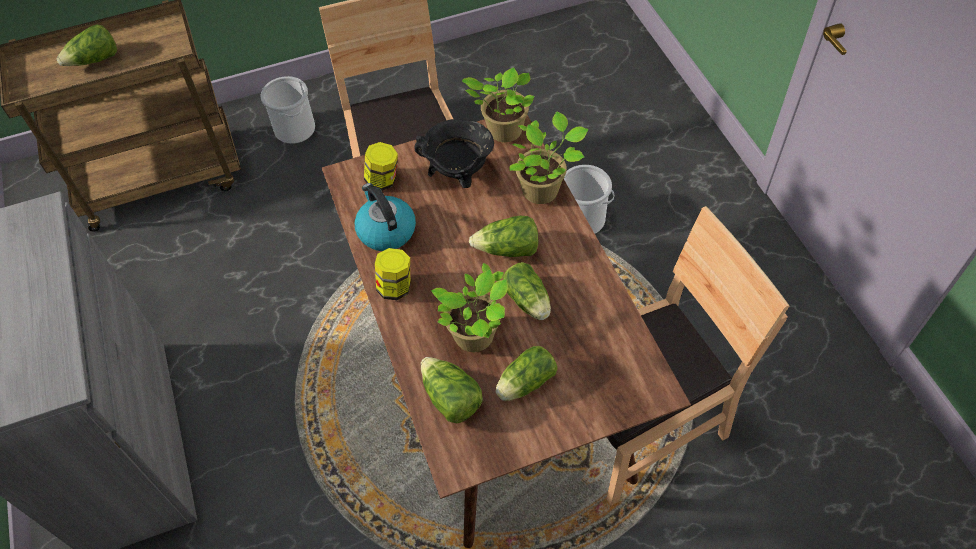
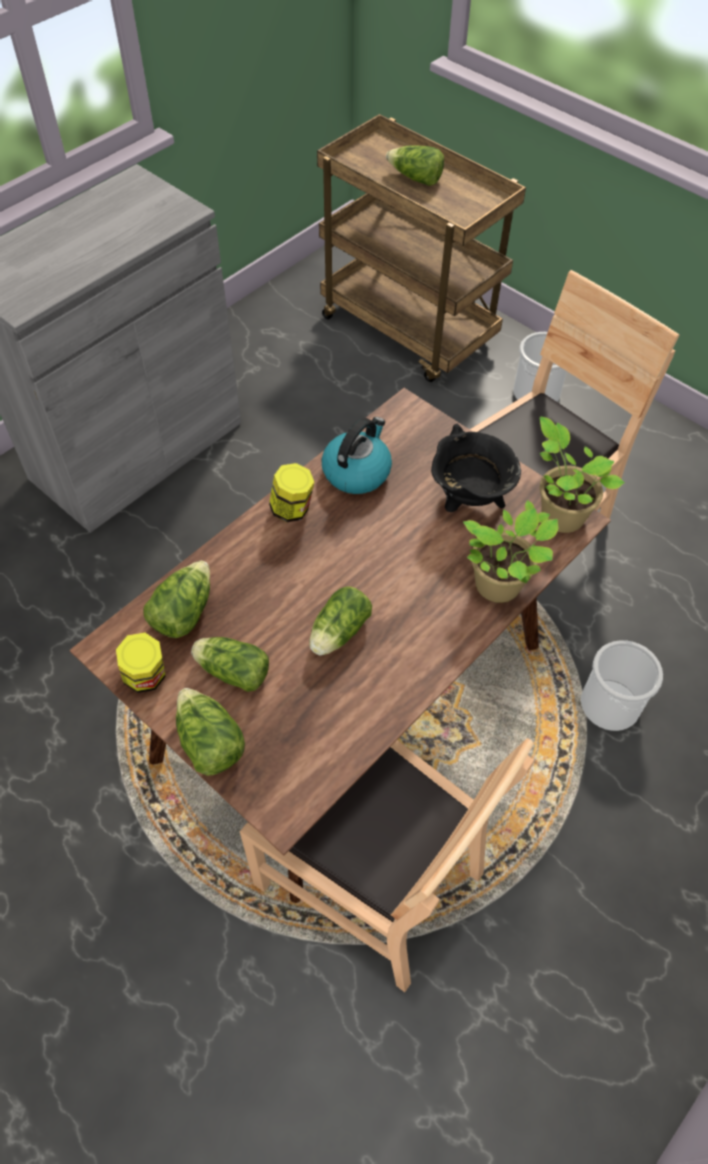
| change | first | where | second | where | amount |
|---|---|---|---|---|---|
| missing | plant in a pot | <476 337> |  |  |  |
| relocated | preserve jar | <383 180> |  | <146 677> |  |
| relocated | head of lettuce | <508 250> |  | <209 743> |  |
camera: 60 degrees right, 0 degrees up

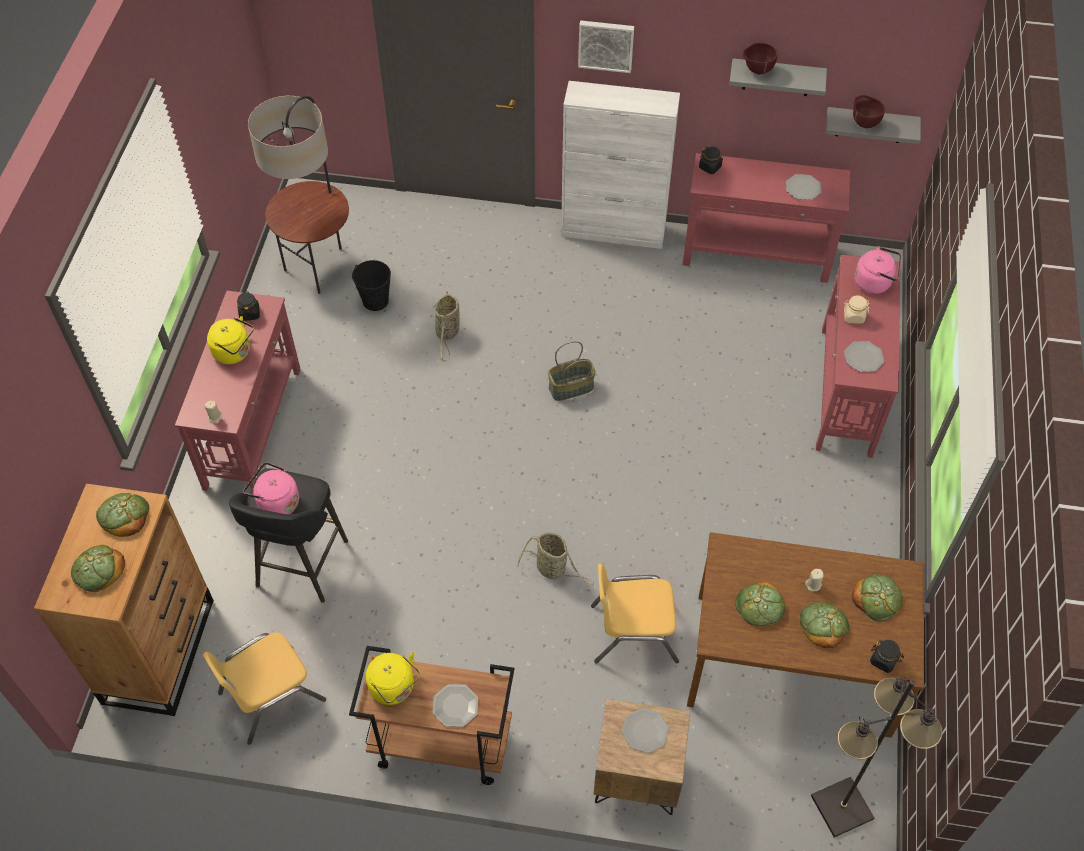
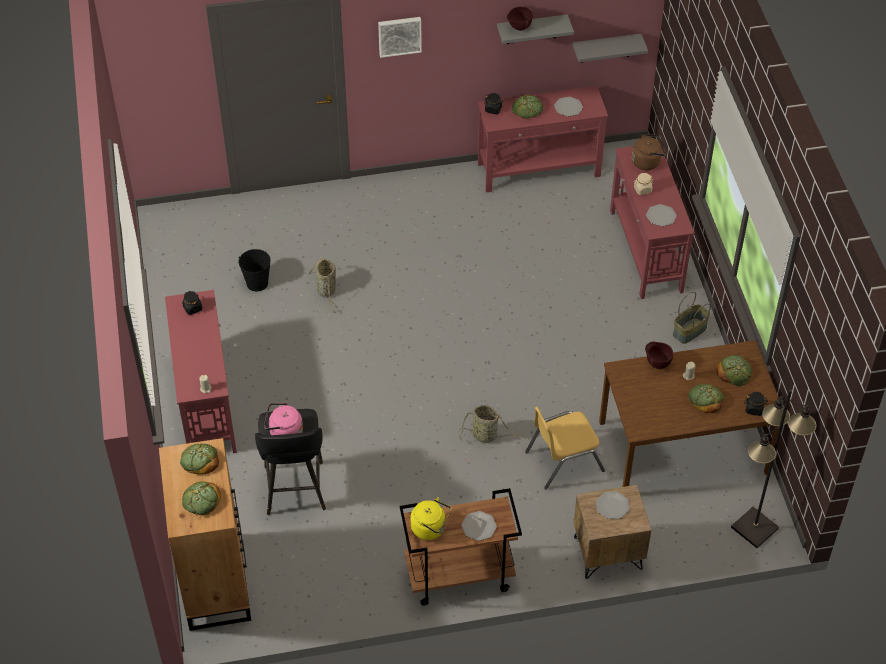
| change | first | where | second | where | amount |
|---|---|---|---|---|---|
| missing | yellow-coloured upright chair | <270 695> |  |  |  |
| missing | yellow-coloured water kettle | <234 352> |  |  |  |
| missing | standing lamp | <319 267> |  |  |  |
| missing | white-coloured storage cabinet | <614 231> |  |  |  |
| relocated | storage basket | <571 388> |  | <689 331> |  |
| relocated | bread | <760 606> |  | <527 109> |  |
| relocated | brown-coloured serving bowl | <864 123> |  | <657 363> |  |
| colour | pinkish water kettle | <875 282> | brown-coloured water kettle | <647 162> |  |
camera: 20 degrees left, 5 degrees down

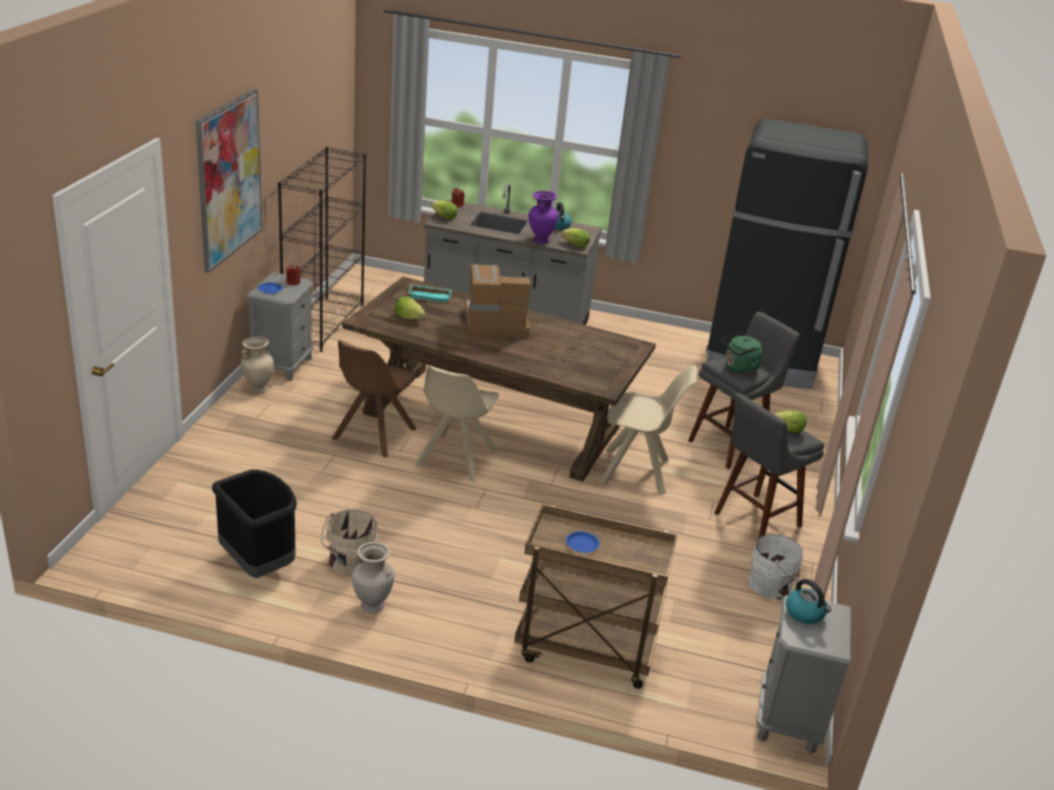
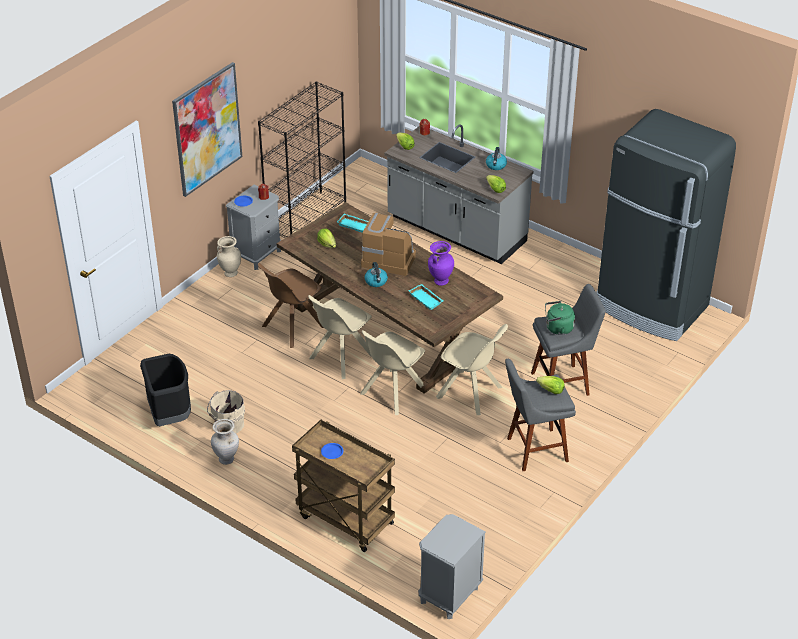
| change | first | where | second | where | amount |
|---|---|---|---|---|---|
| missing | white-coloured pail | <772 585> |  |  |  |
| appeared |  |  | beige upright chair | <392 393> |  |
| appeared |  |  | turquoise-coloured tray | <427 299> |  |
| relocated | purple-coloured vase | <540 241> |  | <440 281> |  |
| relocated | water kettle | <805 613> |  | <376 281> |  |
camera: 25 degrees right, 10 degrees up

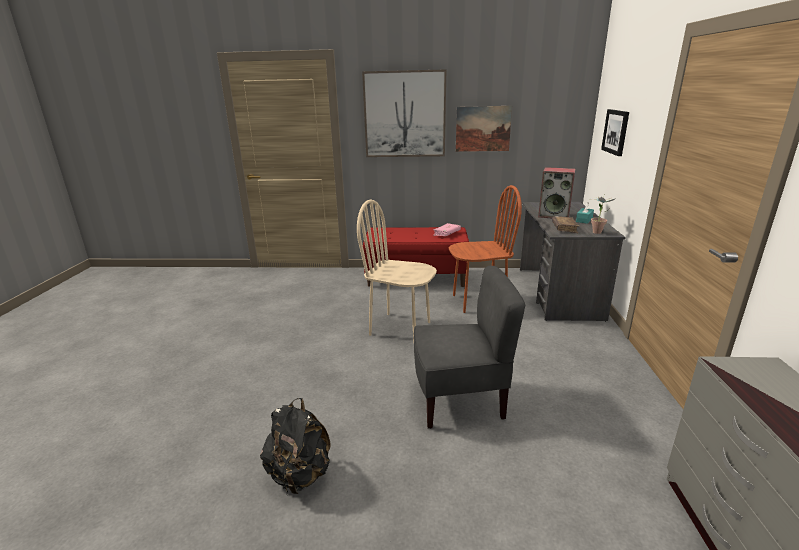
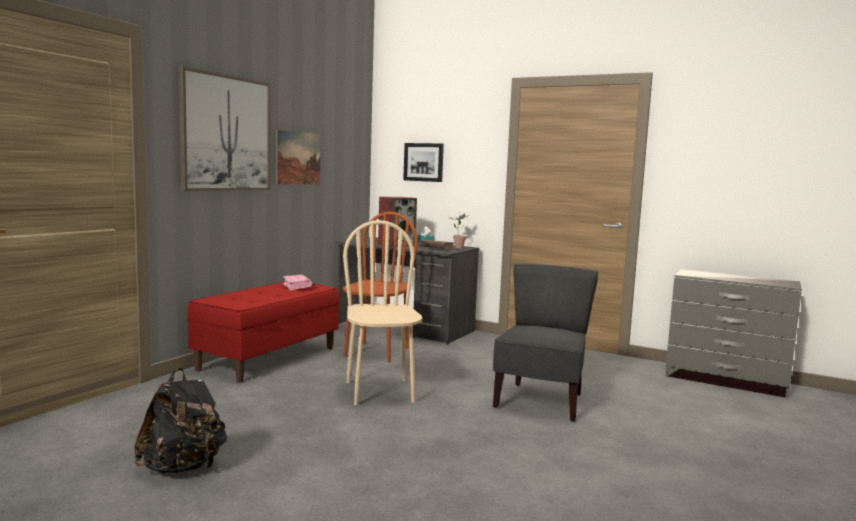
| change | first | where | second | where | amount |
|---|---|---|---|---|---|
| relocated | black-coloured rucksack | <300 475> |  | <183 468> |  |
| spun | beige upright chair | <400 328> |  | <380 392> | 120 degrees clockwise |
camera: 65 degrees left, 15 degrees down

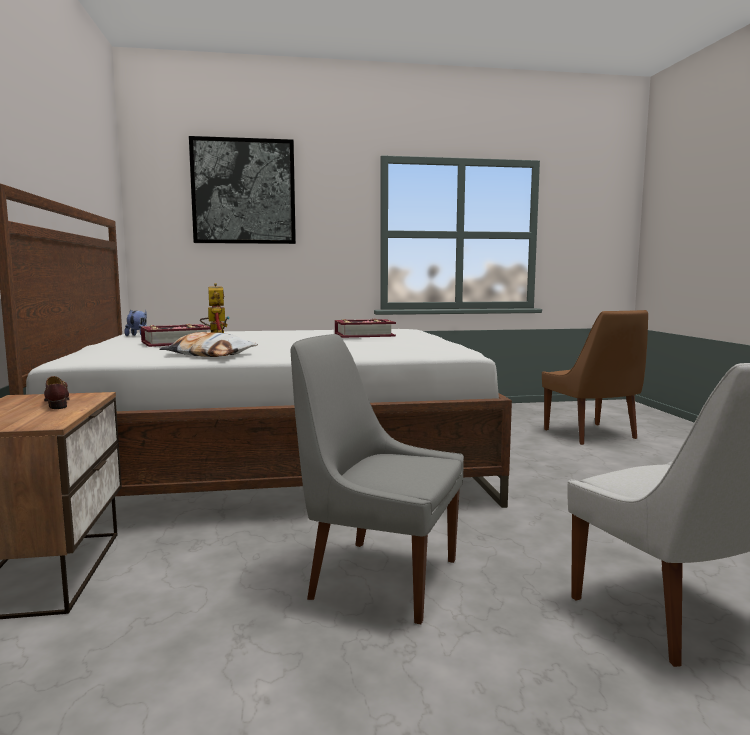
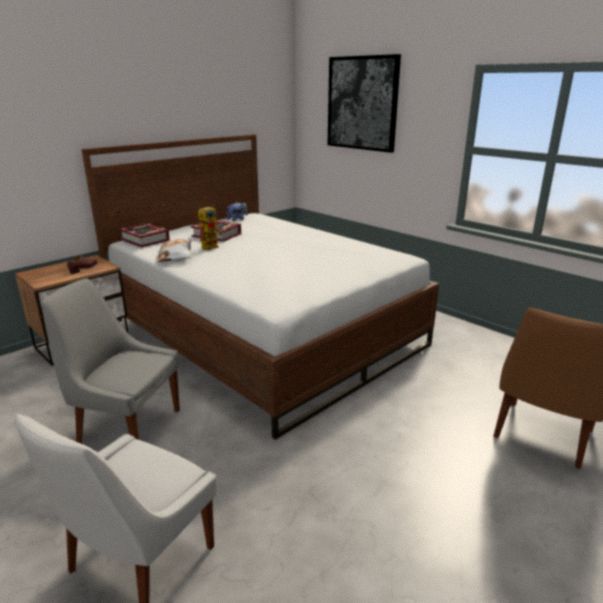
| change | first | where | second | where | amount |
|---|---|---|---|---|---|
| relocated | book | <364 335> |  | <145 240> |  |
| spun | greyish upright chair | <378 578> |  | <126 426> | 60 degrees counterclockwise |
camera: 55 degrees right, 15 degrees up

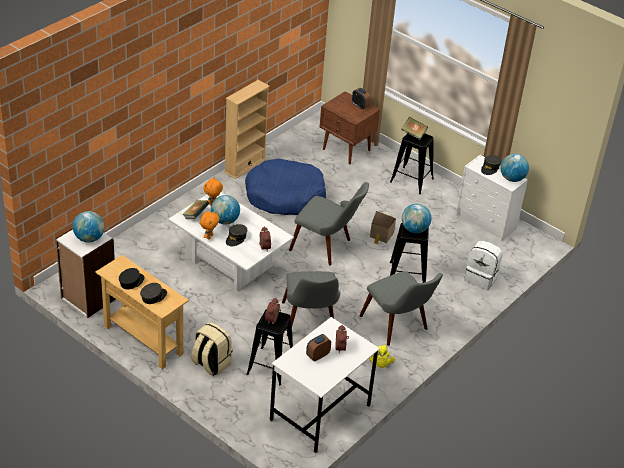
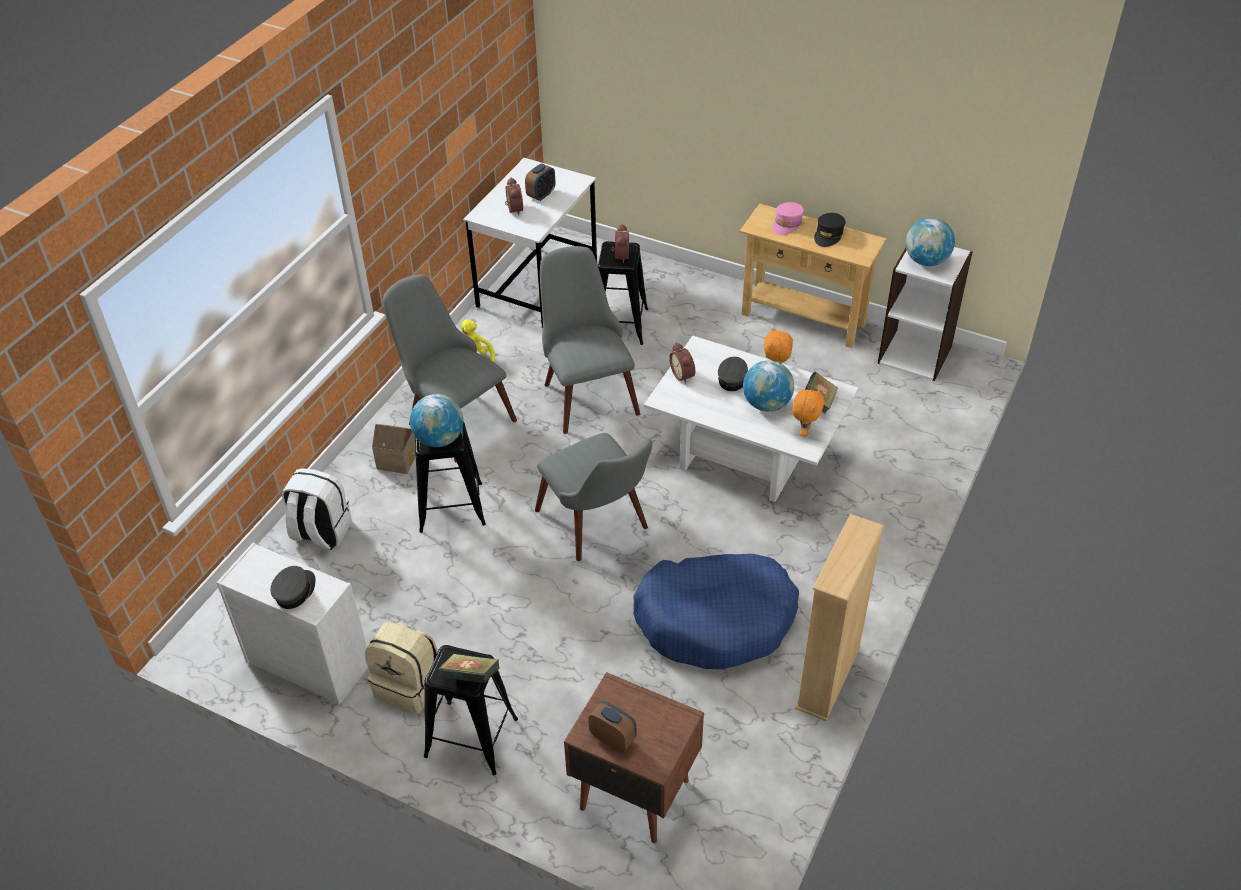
| change | first | where | second | where | amount |
|---|---|---|---|---|---|
| missing | globe | <512 178> |  |  |  |
| relocated | beige rucksack | <211 364> |  | <409 686> |  |
| relocated | model house | <381 235> |  | <397 458> |  |
| colour | greyish cap | <153 297> | pinkish cap | <787 224> |  |
| spun | greyish upright chair | <327 247> |  | <600 527> | 135 degrees counterclockwise |
camera: 170 degrees right, 5 degrees up

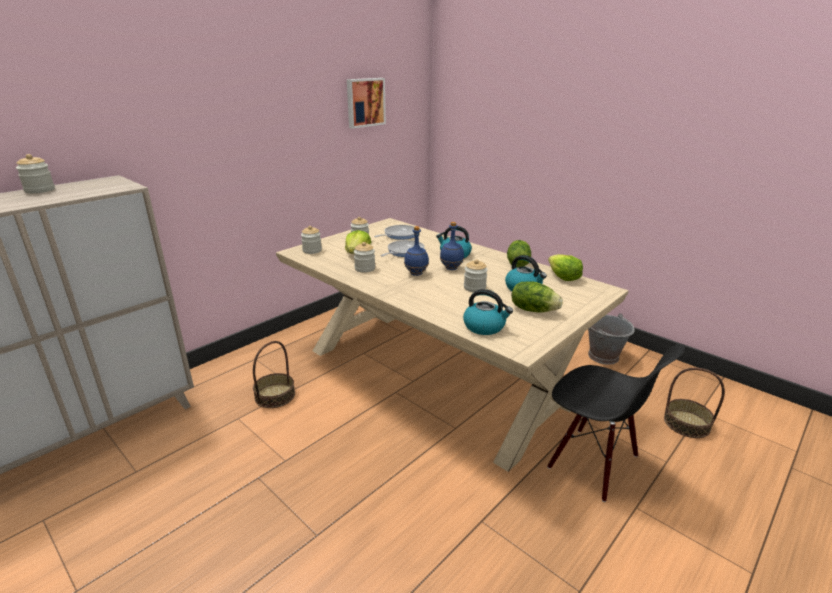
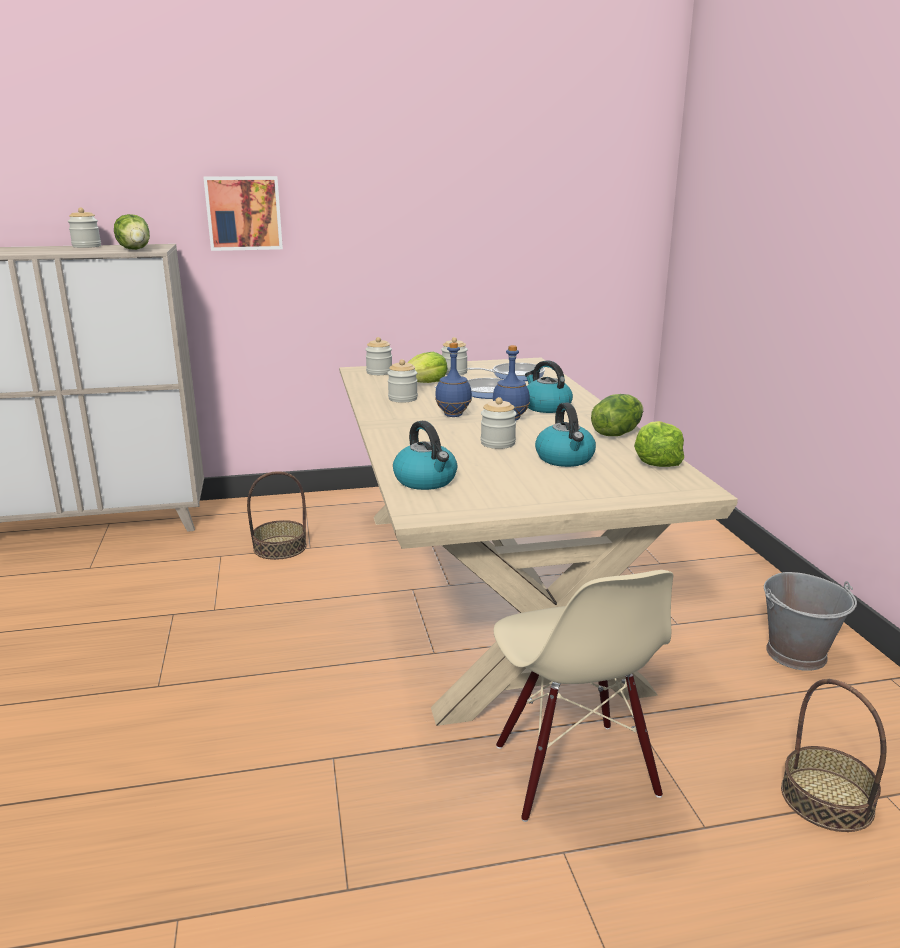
| change | first | where | second | where | amount |
|---|---|---|---|---|---|
| relocated | picture | <365 102> |  | <244 213> |  |
| relocated | head of lettuce | <533 310> |  | <135 249> |  |
| colour | black-coloured upright chair | <592 462> | beige upright chair | <573 771> |  |
camera: 35 degrees right, 5 degrees down

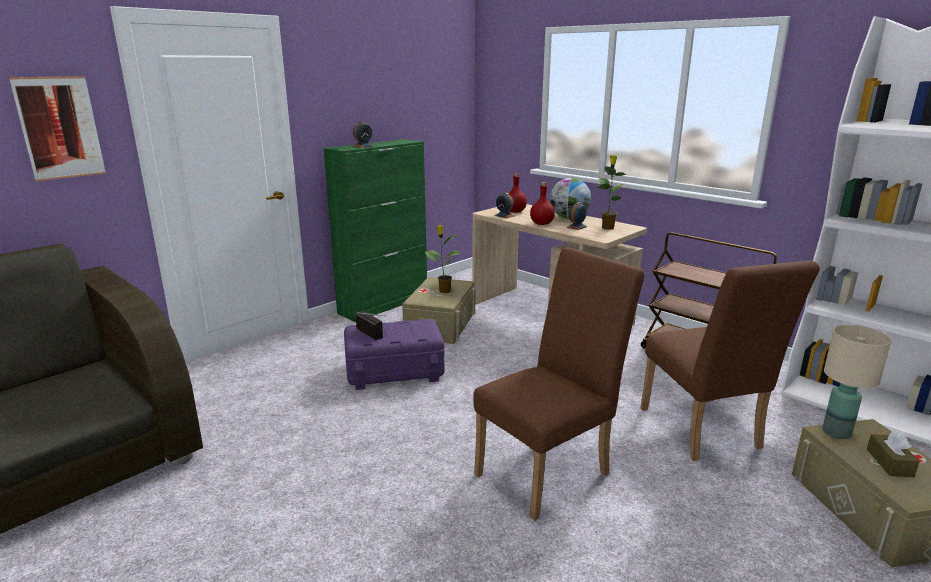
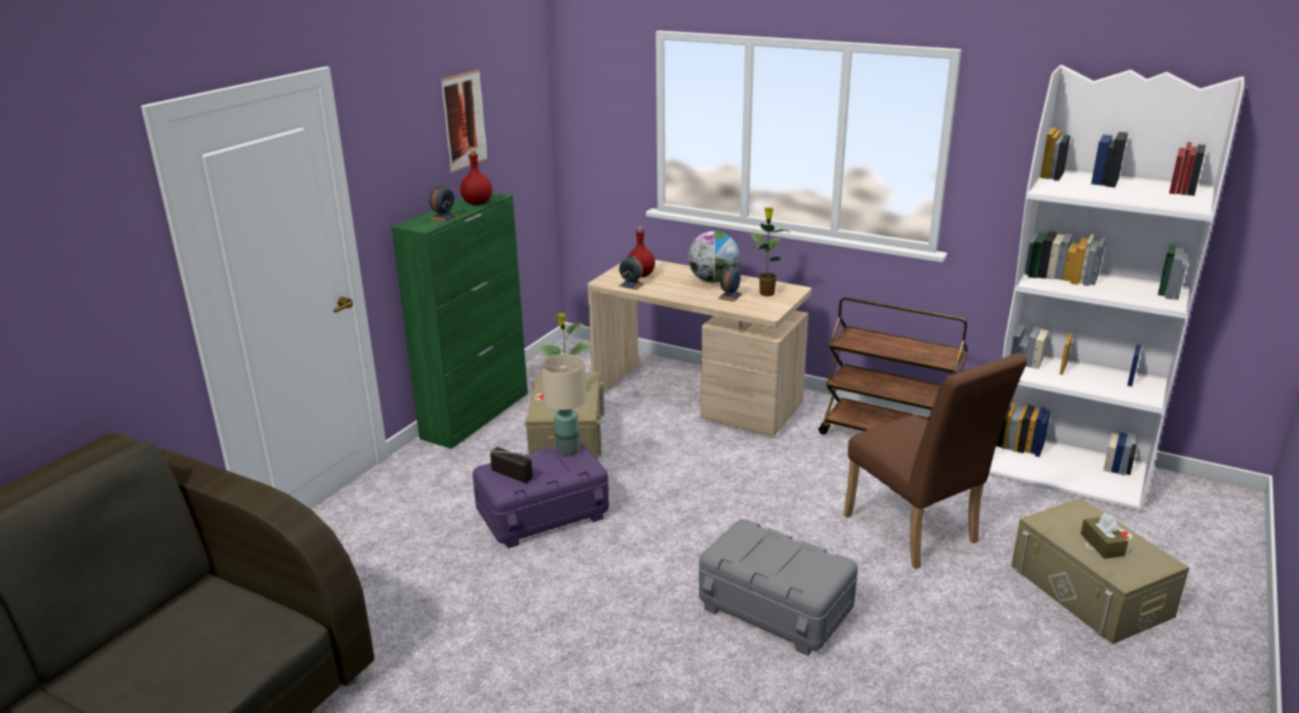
| change | first | where | second | where | amount |
|---|---|---|---|---|---|
| relocated | picture | <60 128> |  | <464 120> |  |
| relocated | reddish beverage bottle | <542 224> |  | <477 203> |  |
| relocated | beige table lamp | <837 432> |  | <568 450> |  |
| exchanged | brown-coloured upright chair | <550 470> | greyish storage container | <776 607> |  |
camera: 15 degrees left, 5 degrees up

